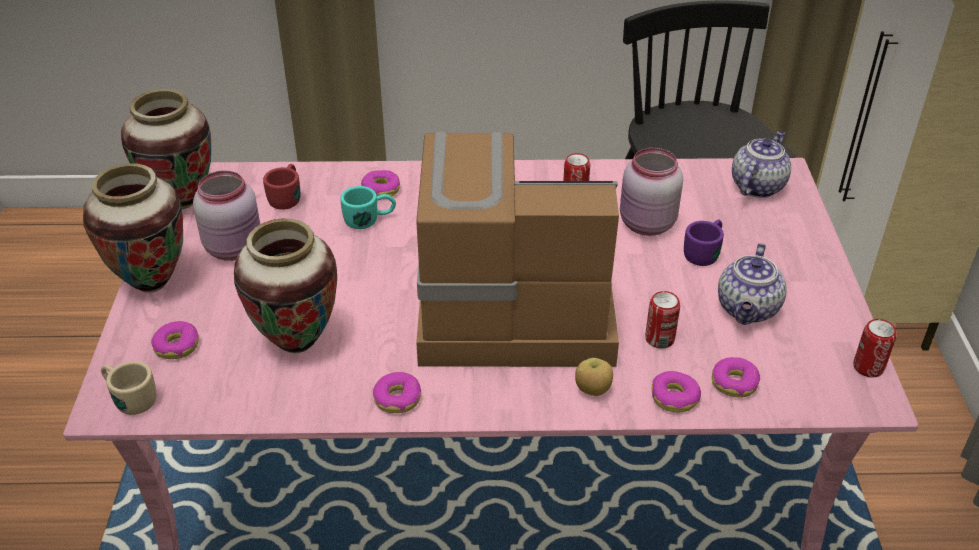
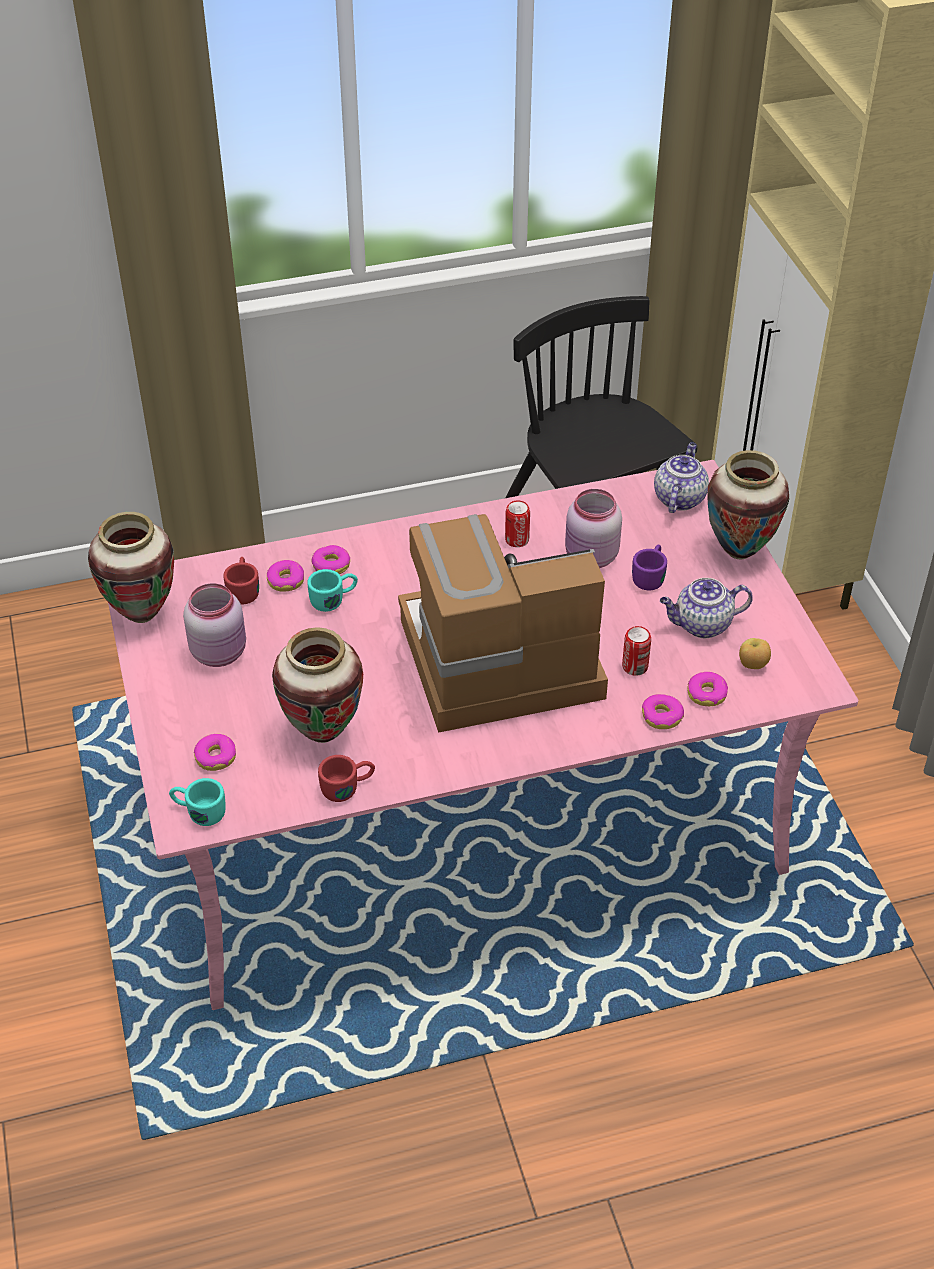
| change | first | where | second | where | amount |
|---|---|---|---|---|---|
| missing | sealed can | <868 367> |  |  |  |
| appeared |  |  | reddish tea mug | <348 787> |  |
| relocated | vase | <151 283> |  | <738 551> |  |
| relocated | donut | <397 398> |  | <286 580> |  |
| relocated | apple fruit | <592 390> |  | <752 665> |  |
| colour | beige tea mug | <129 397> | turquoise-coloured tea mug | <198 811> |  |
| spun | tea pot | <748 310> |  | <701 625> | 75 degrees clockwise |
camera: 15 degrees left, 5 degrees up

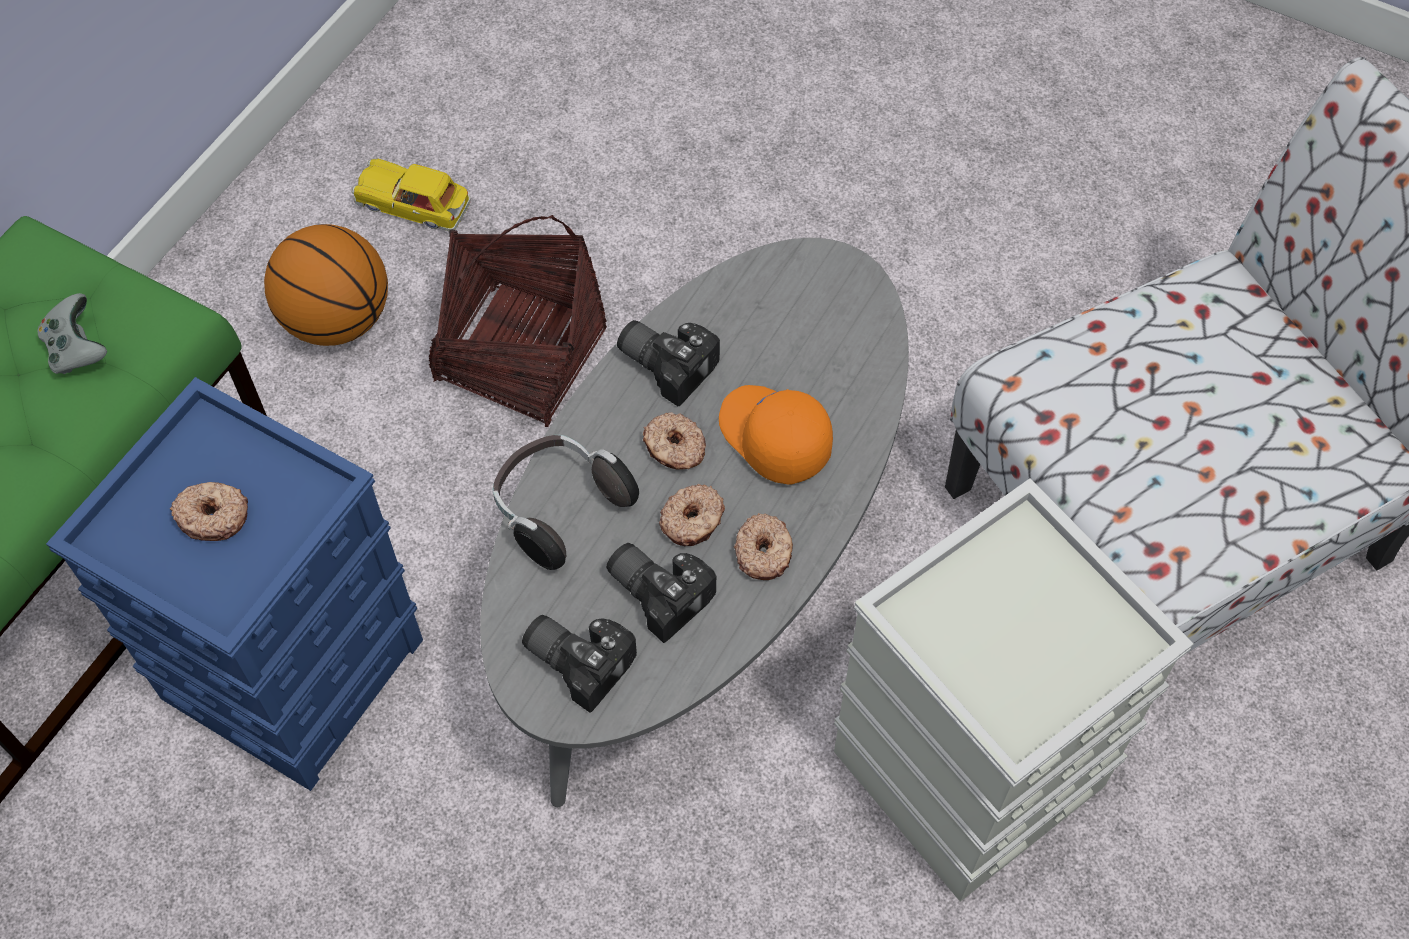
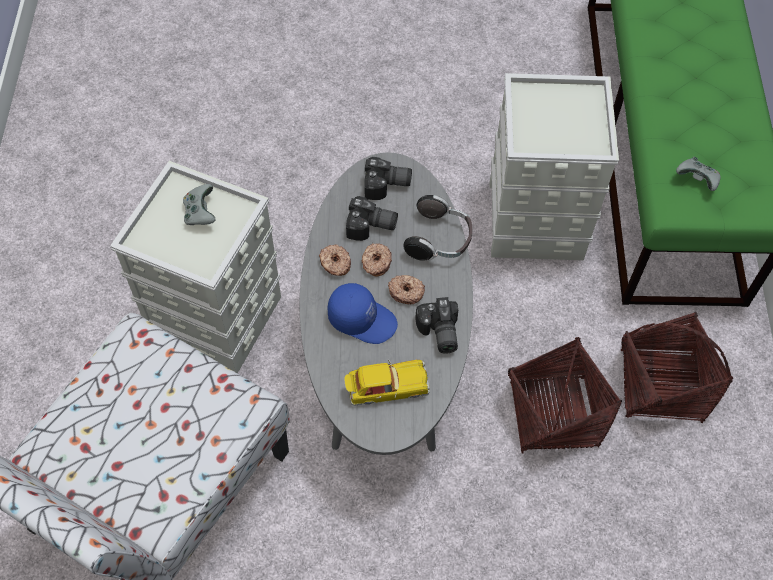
| change | first | where | second | where | amount |
|---|---|---|---|---|---|
| missing | donut | <213 516> |  |  |  |
| appeared |  |  | greyish joypad | <200 213> |  |
| relocated | model car | <415 205> |  | <386 387> |  |
| exchanged | basketball | <337 319> | storage basket | <661 386> |  |
| colour | blue storage container | <292 666> | greyish storage container | <536 221> |  |
| colour | orange-coloured cap | <772 438> | blue cap | <362 319> |  |
| spun | still camera | <668 362> |  | <438 333> | 75 degrees clockwise |
camera: 150 degrees right, 0 degrees up

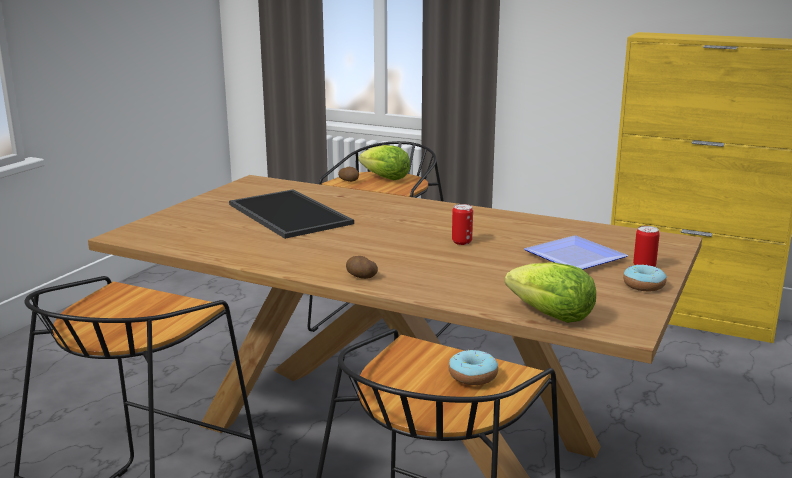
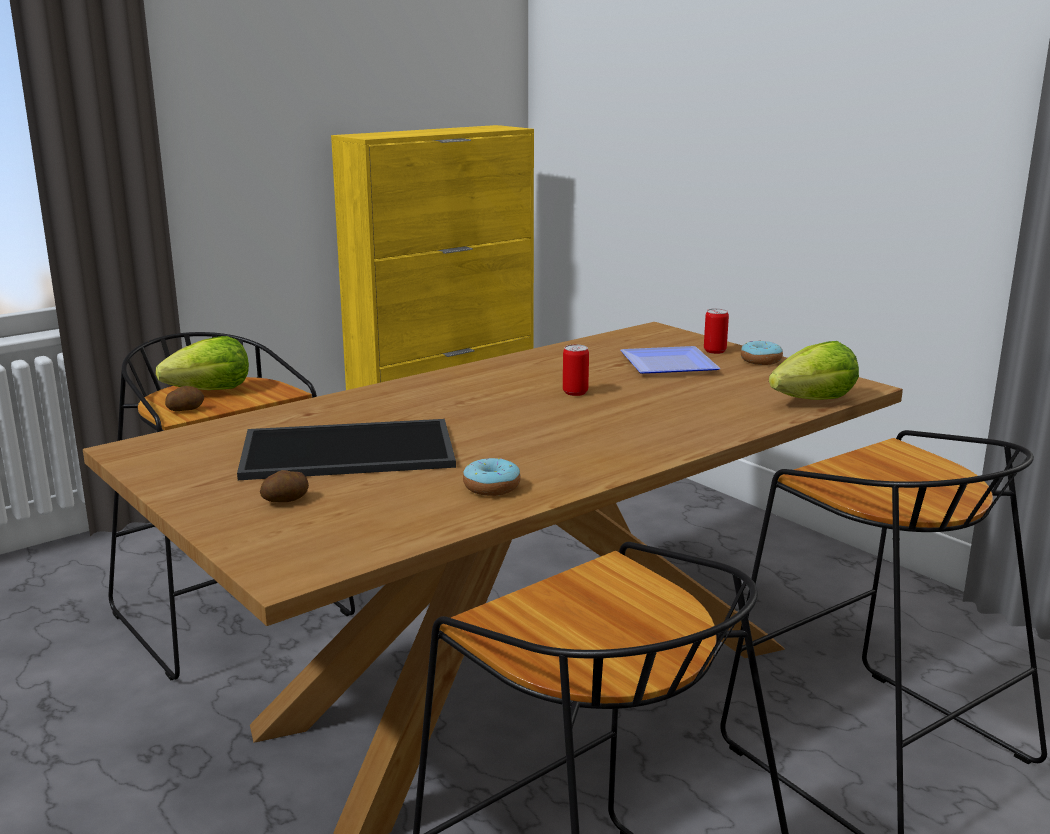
| change | first | where | second | where | amount |
|---|---|---|---|---|---|
| relocated | whole potato | <361 277> |  | <286 500> |  |
| relocated | donut | <473 376> |  | <491 487> |  |
camera: 65 degrees left, 0 degrees up

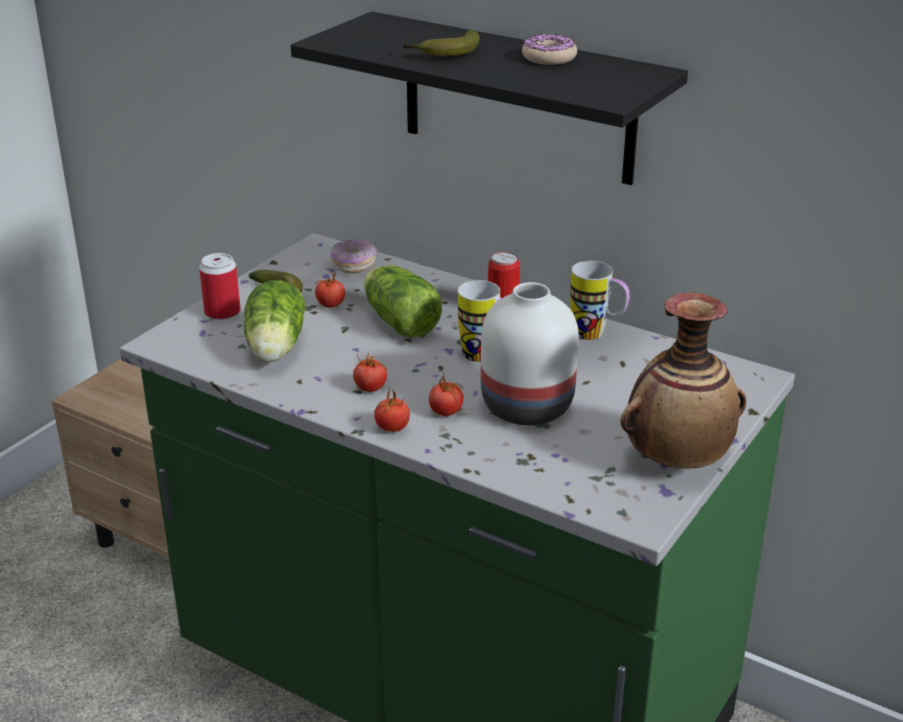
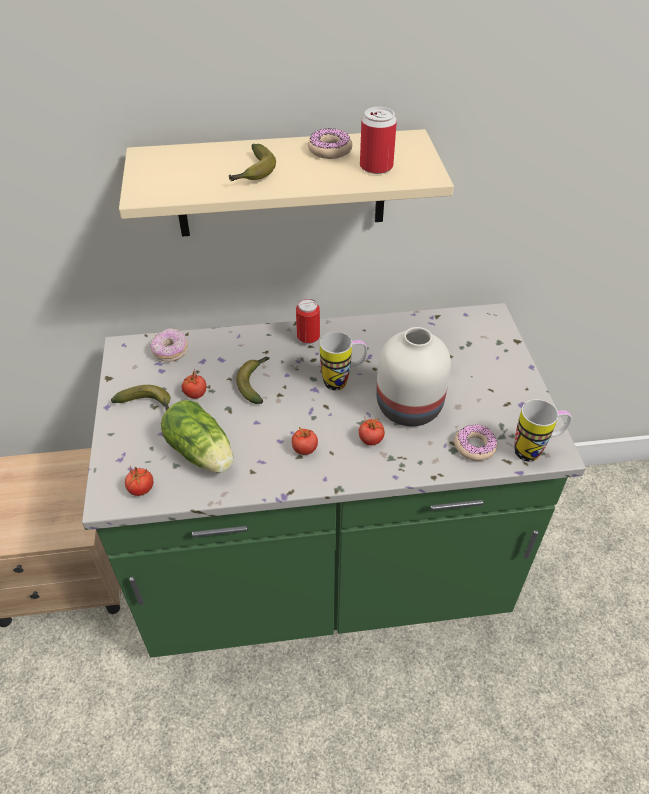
| change | first | where | second | where | amount |
|---|---|---|---|---|---|
| missing | vase | <677 460> |  |  |  |
| appeared |  |  | donut | <474 446> |  |
| relocated | sealed can | <222 312> |  | <376 167> |  |
| relocated | fresh tomato | <392 428> |  | <141 490> |  |
| relocated | tea mug | <597 335> |  | <535 451> |  |
| exchanged | head of lettuce | <398 320> | banana fruit | <255 382> |  |
| colour | black-coloured wall shelf | <517 98> | beige wall shelf | <281 184> |  |
camera: 40 degrees left, 15 degrees up

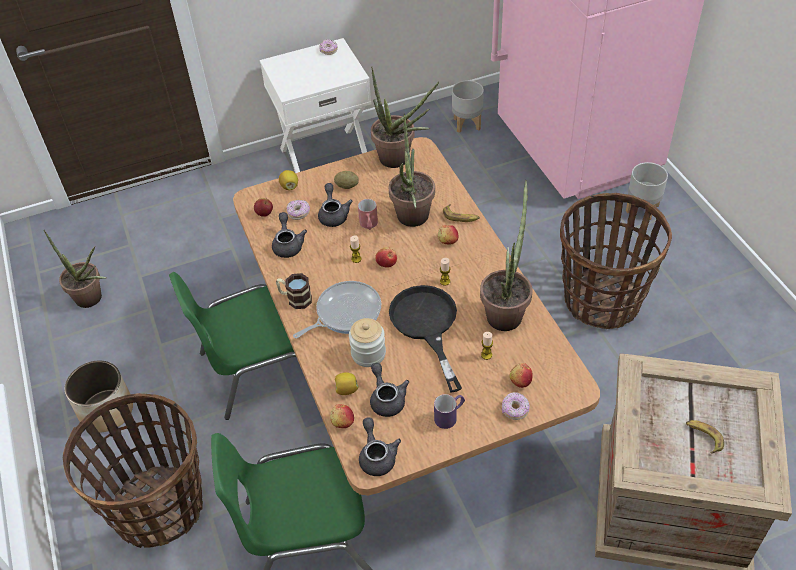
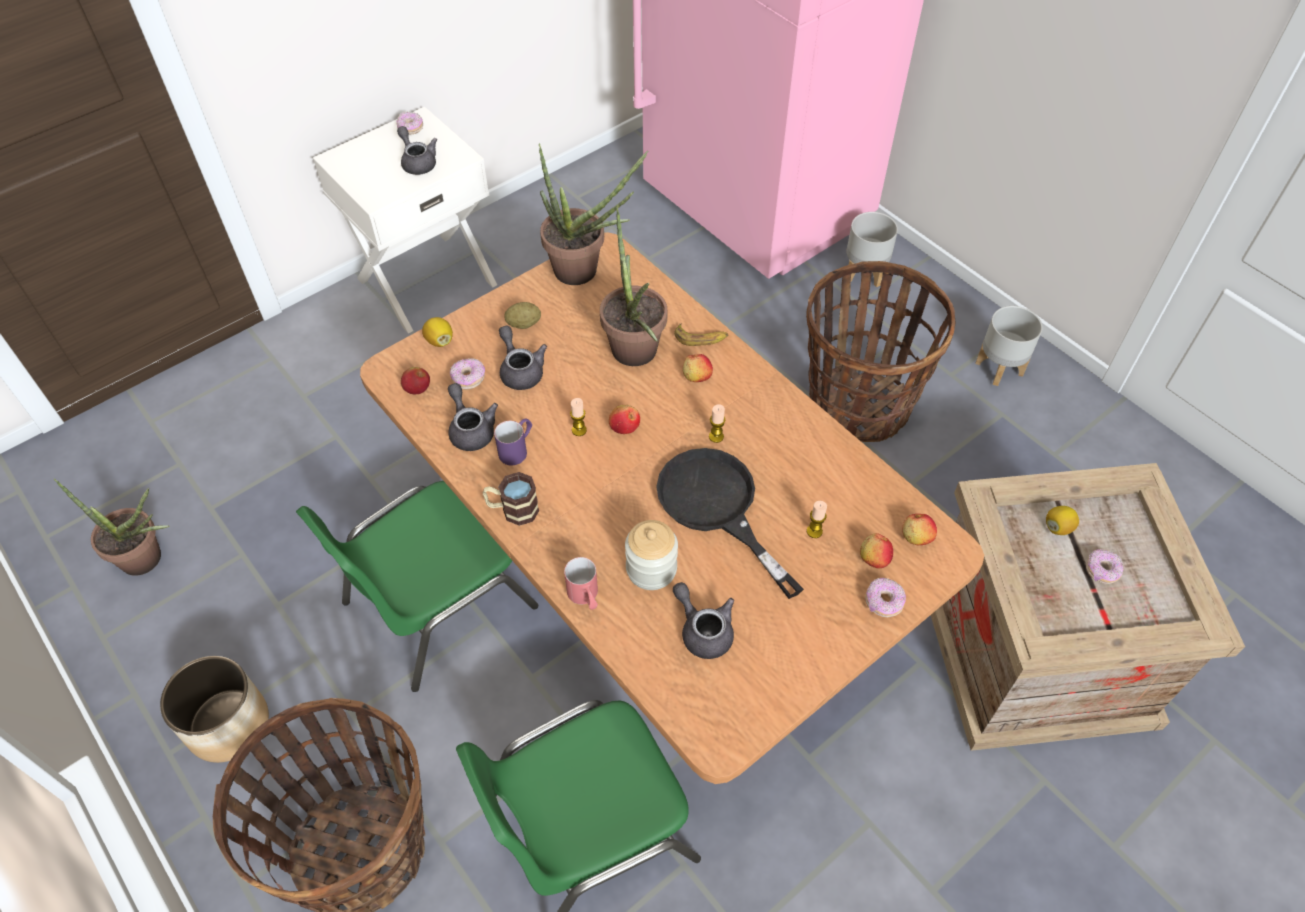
| change | first | where | second | where | amount |
|---|---|---|---|---|---|
| missing | skillet | <345 313> |  |  |  |
| missing | plant in a pot | <506 311> |  |  |  |
| relocated | apple fruit | <342 422> |  | <916 537> |  |
| relocated | whole lemon | <346 390> |  | <1058 527> |  |
| relocated | reddish tea mug | <369 226> |  | <585 597> |  |
| relocated | greyish tea pot | <377 456> |  | <418 162> |  |
| relocated | purple-coloured tea mug | <450 416> |  | <517 449> |  |
| relocated | greyish flower pot | <467 123> |  | <998 367> |  |
| exchanged | banana fruit | <703 437> | donut | <1101 571> |  |
camera: 20 degrees left, 5 degrees up

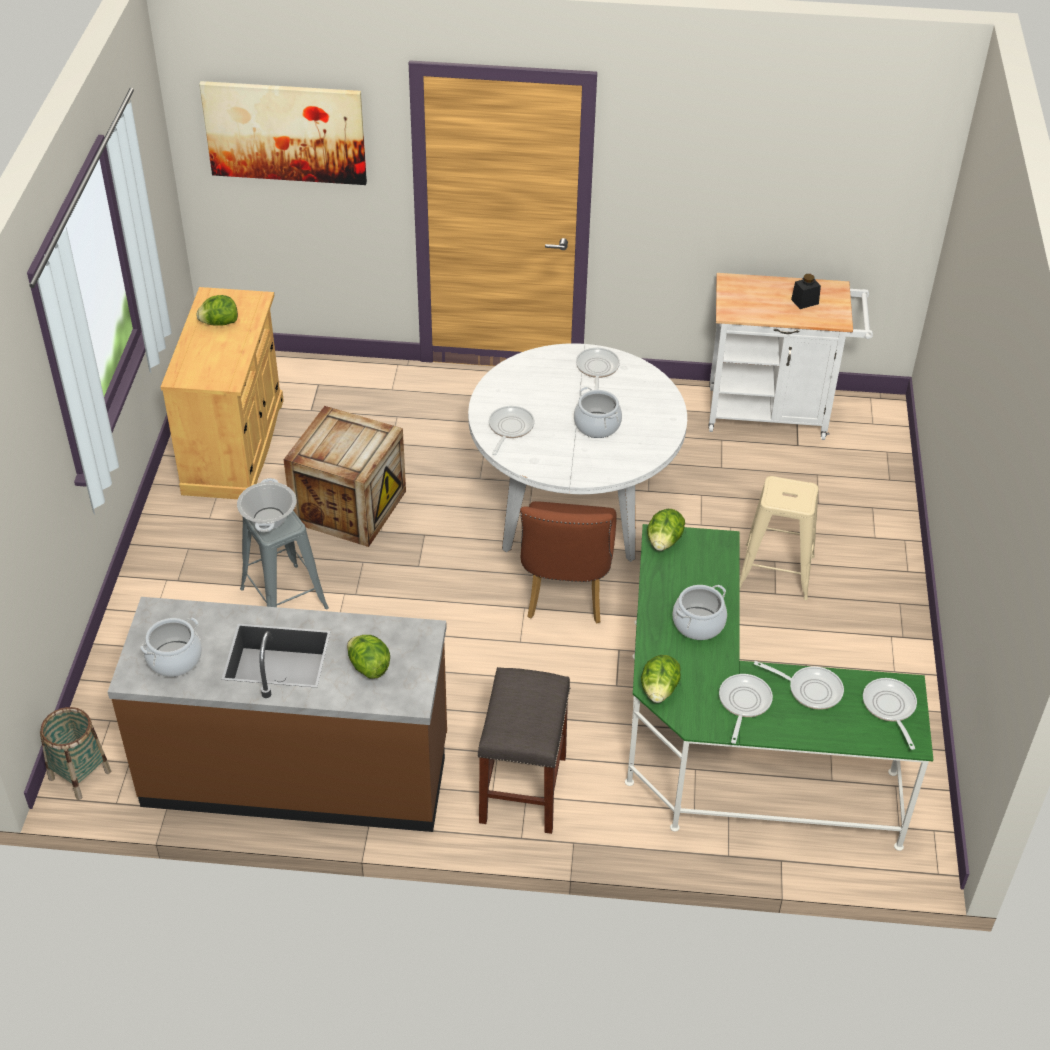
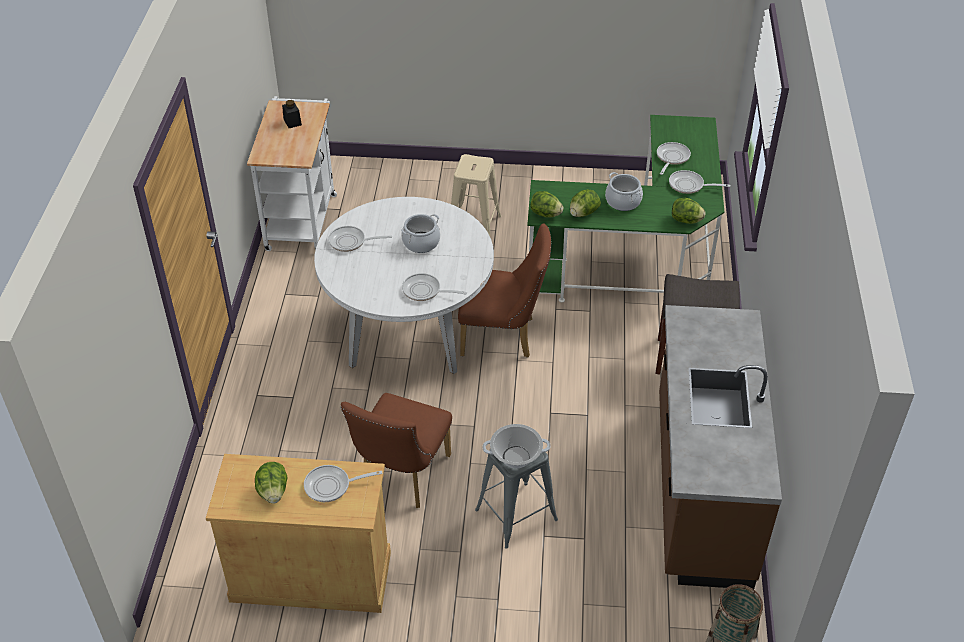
| change | first | where | second | where | amount |
|---|---|---|---|---|---|
| missing | stockpot | <174 659> |  |  |  |
| missing | picture | <285 132> |  |  |  |
| relocated | head of lettuce | <368 667> |  | <583 213> |  |
| relocated | skillet | <890 708> |  | <331 486> |  |
| exchanged | crate | <349 507> | brown-coloured upright chair | <401 477> |  |
camera: 90 degrees left, 0 degrees up

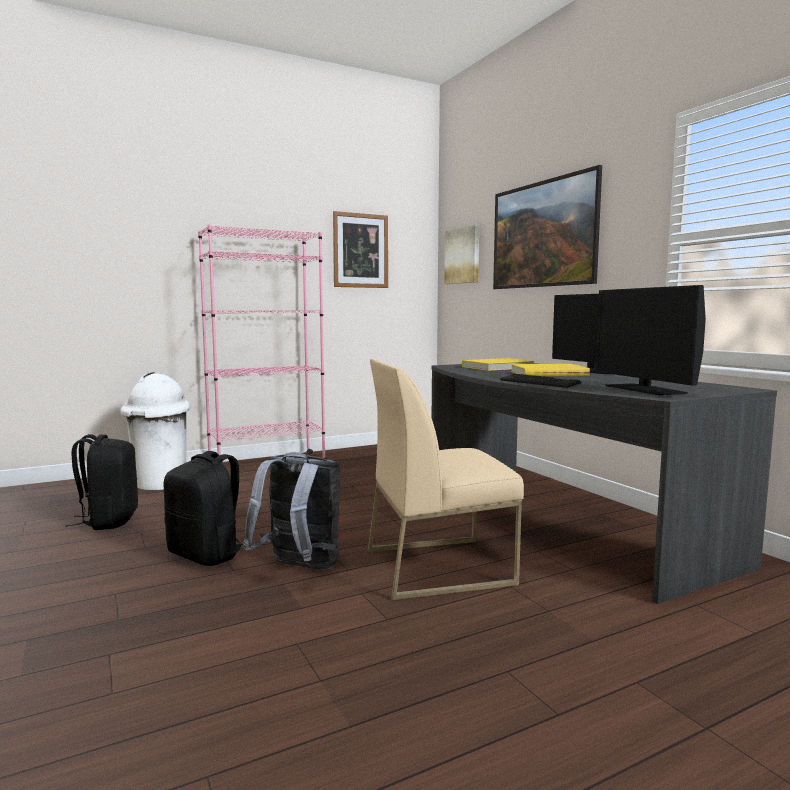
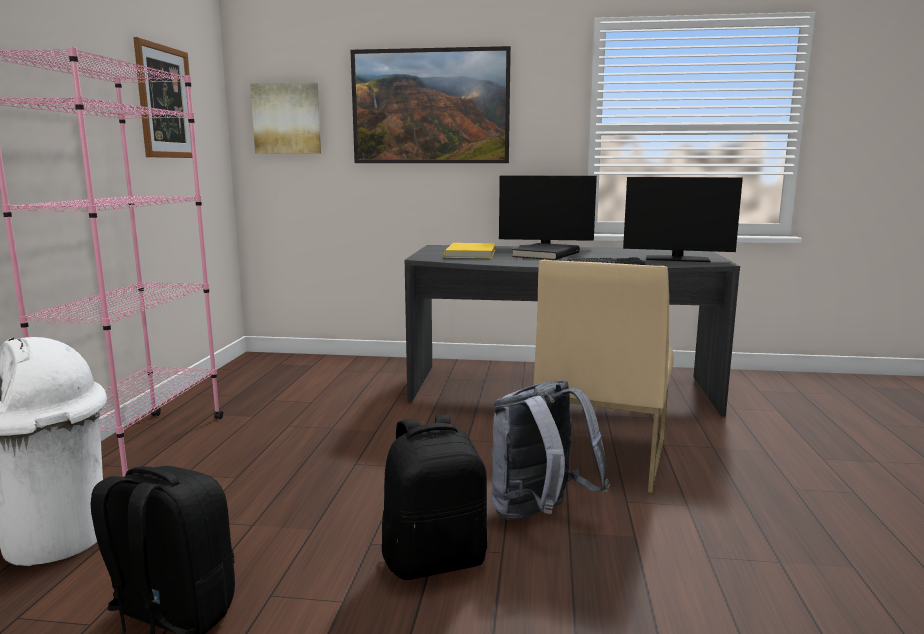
| change | first | where | second | where | amount |
|---|---|---|---|---|---|
| colour | yellow-coloured book | <548 373> | black-coloured book | <545 254> |  |
camera: 55 degrees left, 5 degrees up

